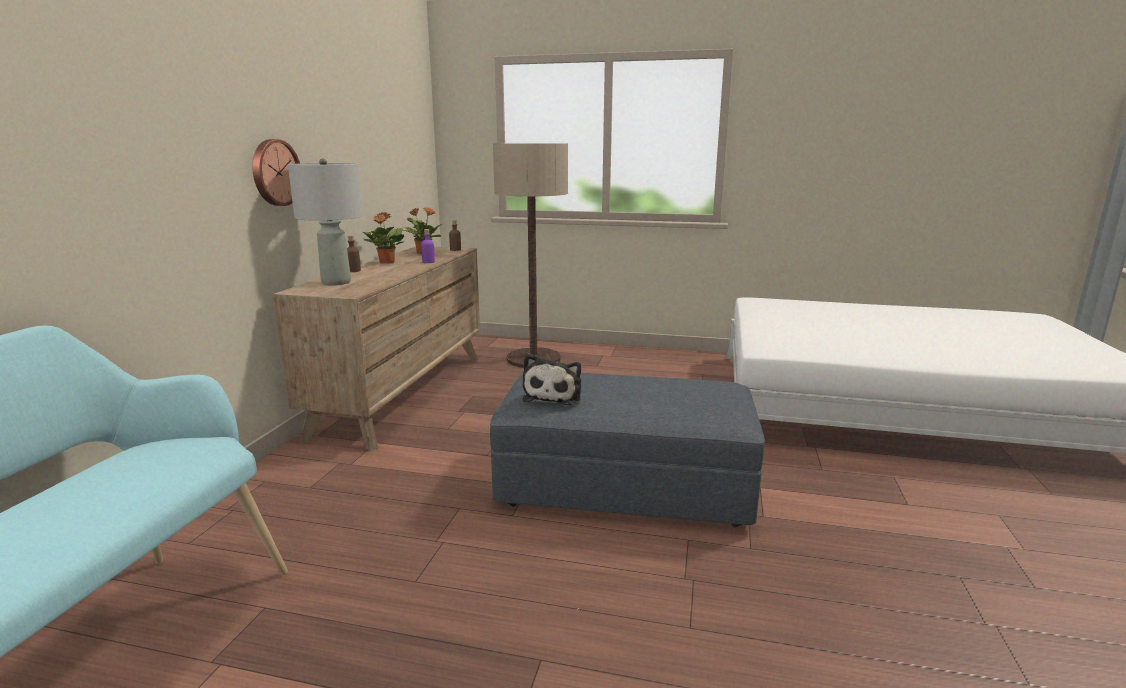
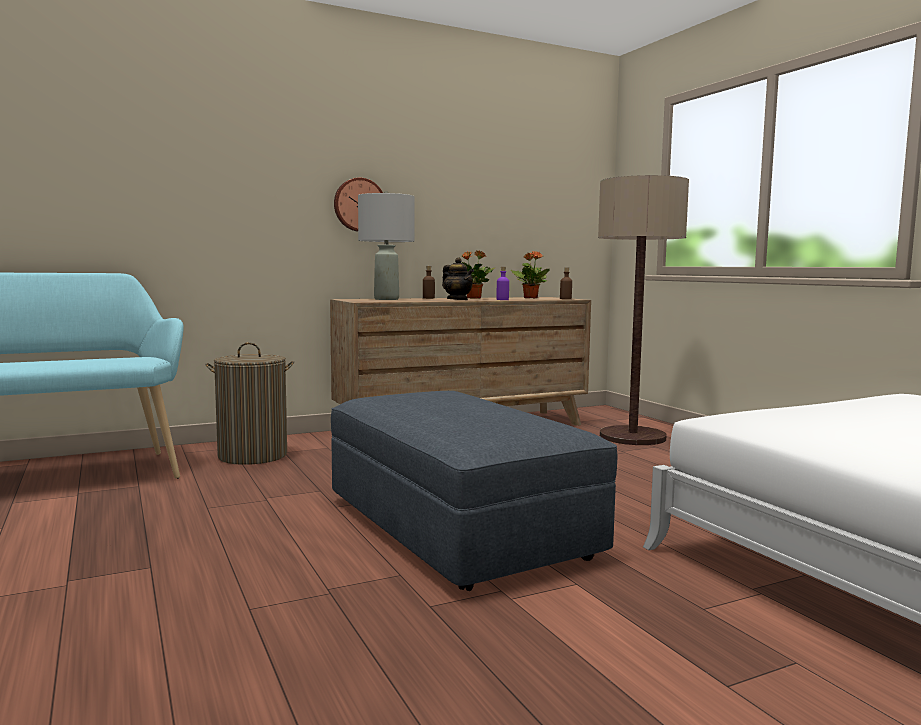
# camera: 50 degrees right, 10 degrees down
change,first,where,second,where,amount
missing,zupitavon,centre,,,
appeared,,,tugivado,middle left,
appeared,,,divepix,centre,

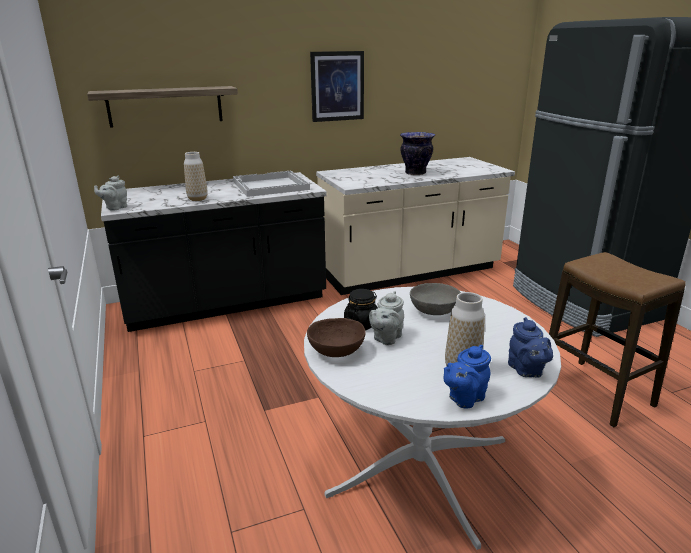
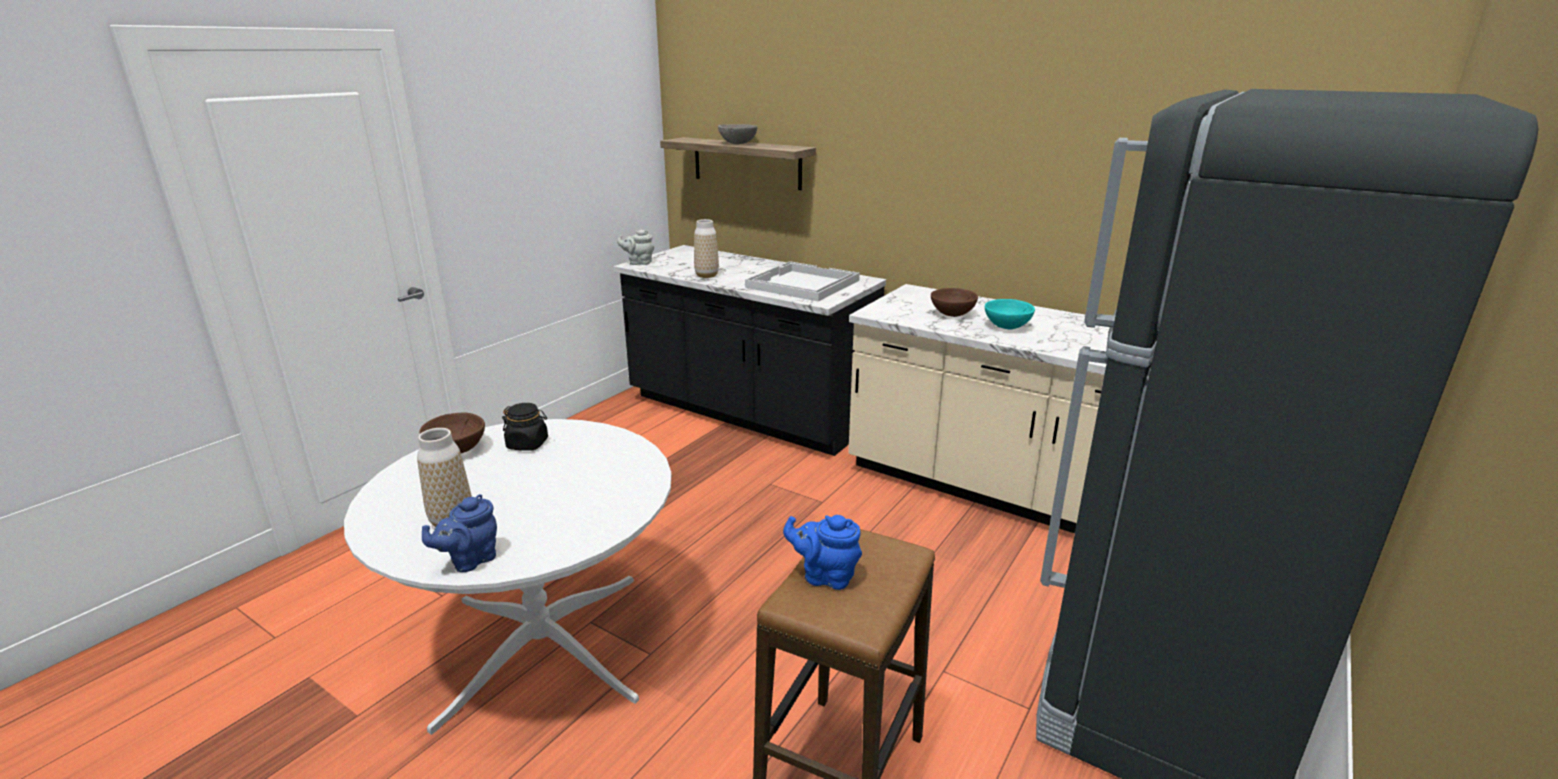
# camera: 55 degrees right, 0 degrees up
change,first,where,second,where,amount
missing,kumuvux,top centre,,,
missing,grey divepix (no. 2 from left),centre,,,
appeared,,,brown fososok (no. 2 from left),centre,
relocated,grey fososok,centre,,top centre,
relocated,blue divepix (no. 1 from left in the first image),bottom right,blue divepix (no. 2 from left),bottom centre,
exchanged,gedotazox (no. 2 from left),top centre,turquoise fososok,centre,

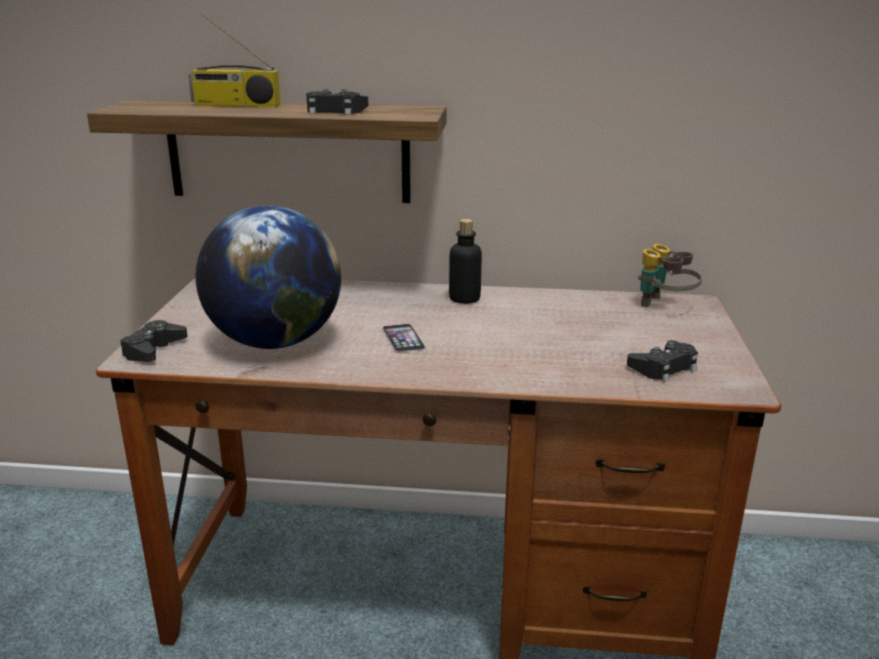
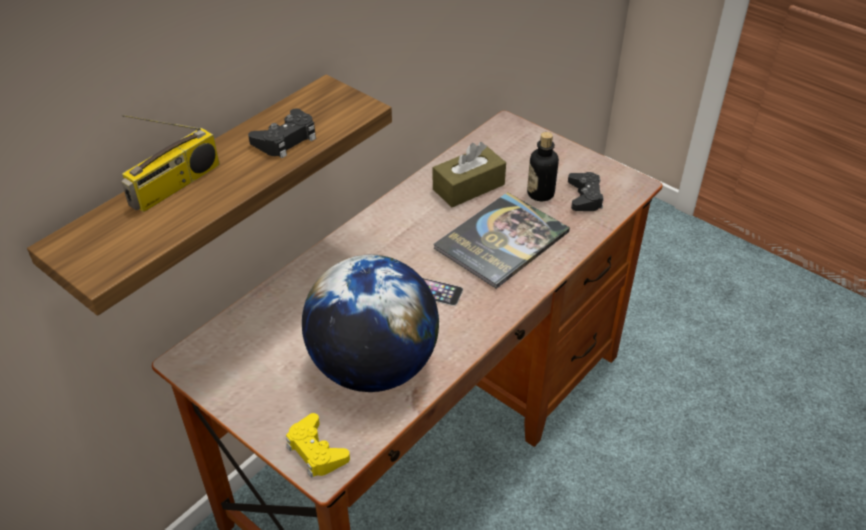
# camera: 55 degrees left, 20 degrees up
change,first,where,second,where,amount
missing,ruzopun,middle right,,,
appeared,,,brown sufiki,top centre,
appeared,,,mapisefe,centre,
relocated,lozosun,centre,,top centre,
colour,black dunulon (no. 1 from left),middle left,yellow dunulon,bottom centre,

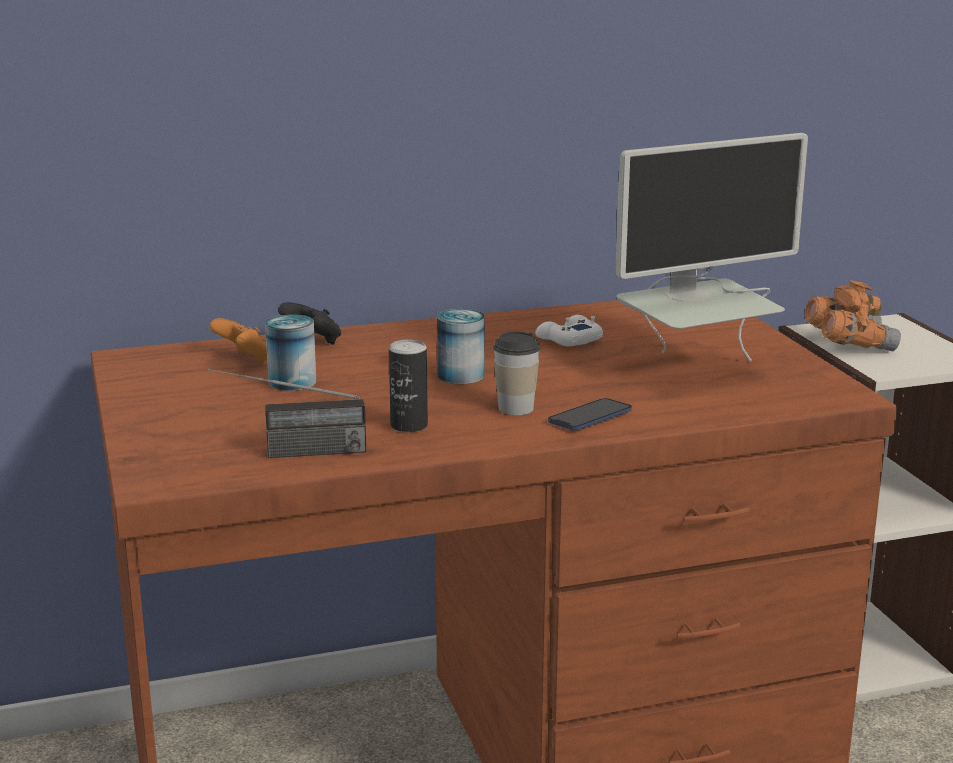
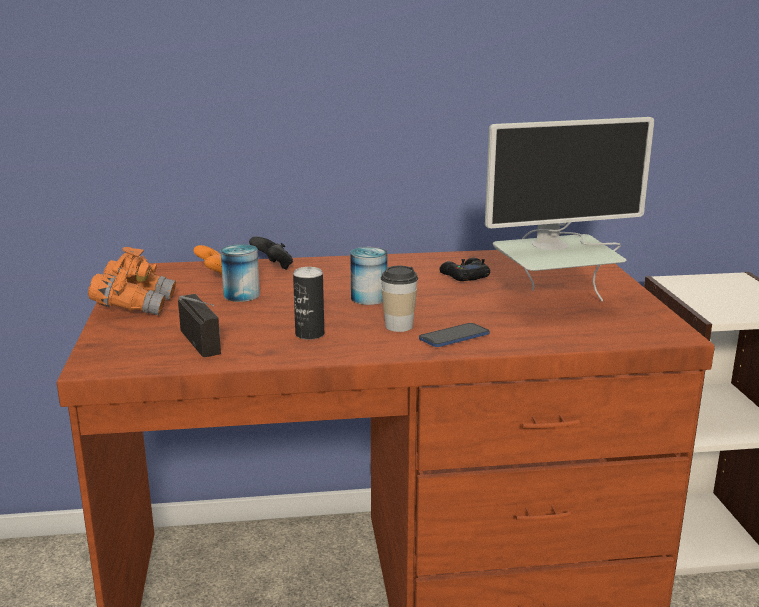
# camera: 10 degrees right, 0 degrees up
change,first,where,second,where,amount
relocated,orange ruzopun,middle right,,middle left,
colour,white dunulon,centre,black dunulon (no. 2 from left),centre,
spun,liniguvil,middle left,,middle left,120 degrees counterclockwise

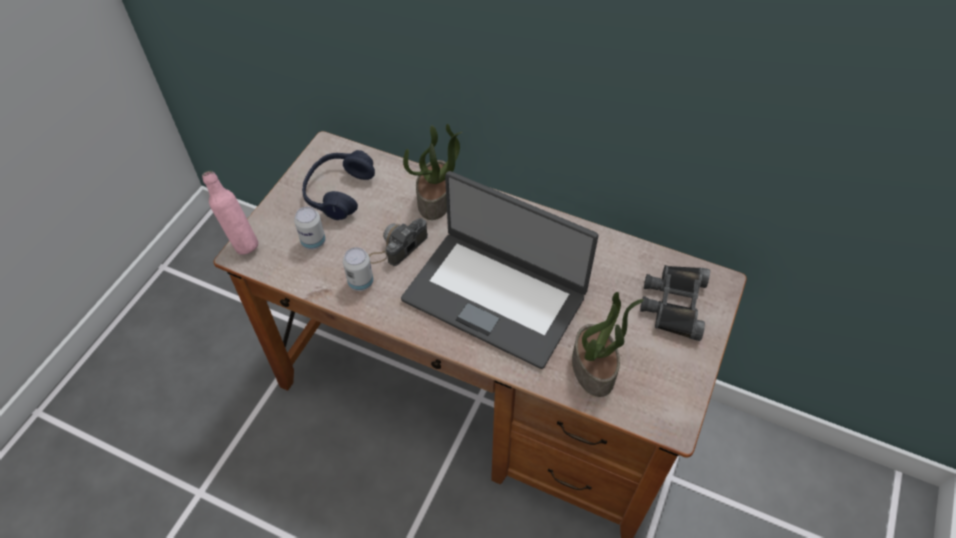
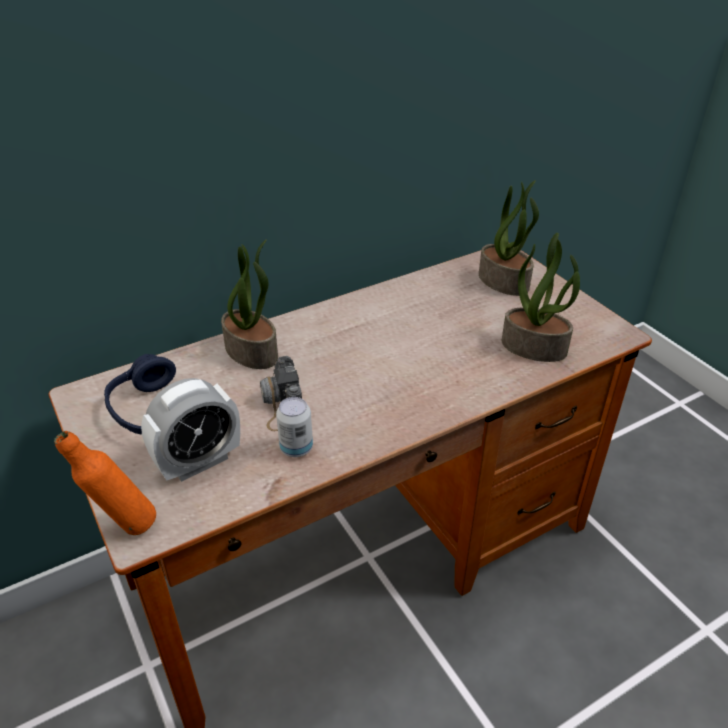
# camera: 55 degrees left, 15 degrees down
change,first,where,second,where,amount
missing,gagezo,centre,,,
exchanged,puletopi (no. 1 from left),middle left,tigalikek,middle left,
exchanged,black ruzopun,middle right,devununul (no. 2 from left),top right,
colour,pink lozosun,middle left,orange lozosun,middle left,

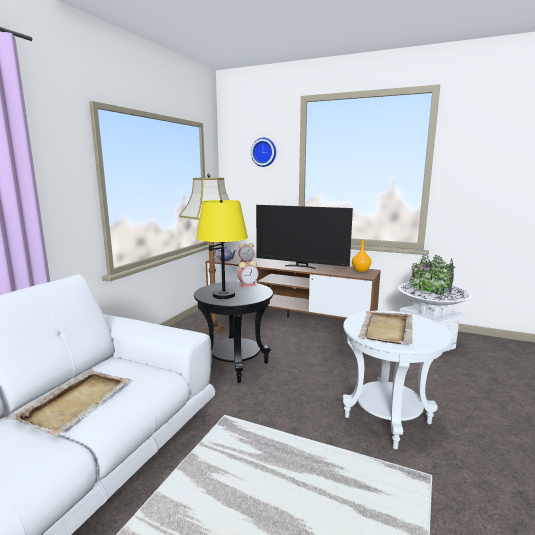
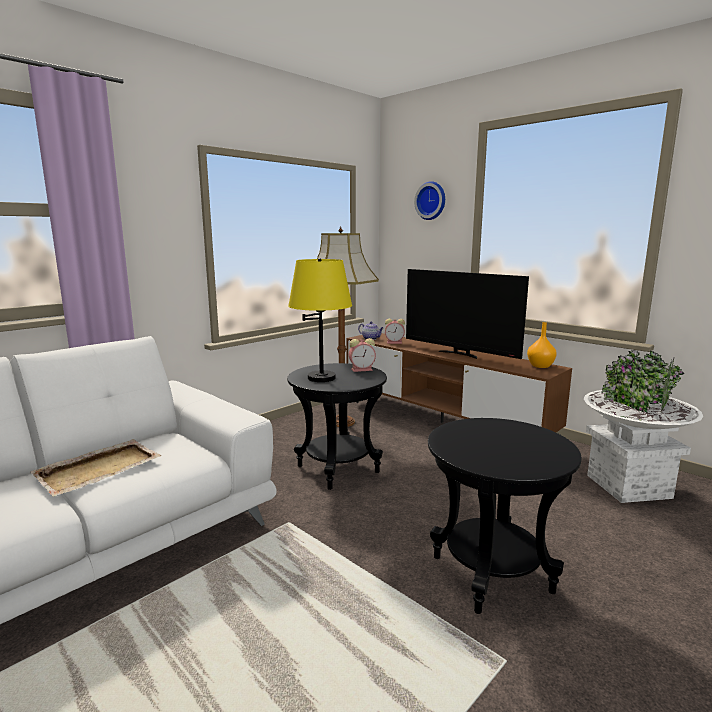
# camera: 20 degrees right, 0 degrees up
change,first,where,second,where,amount
missing,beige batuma (no. 2 from left),middle right,,,
colour,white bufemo,bottom right,black bufemo (no. 2 from left),bottom right,

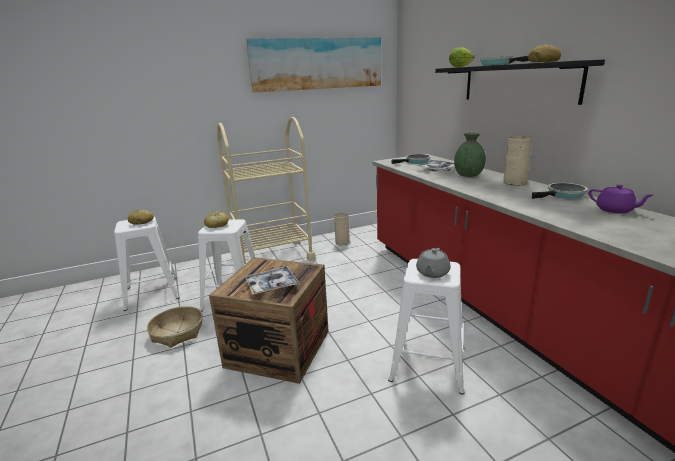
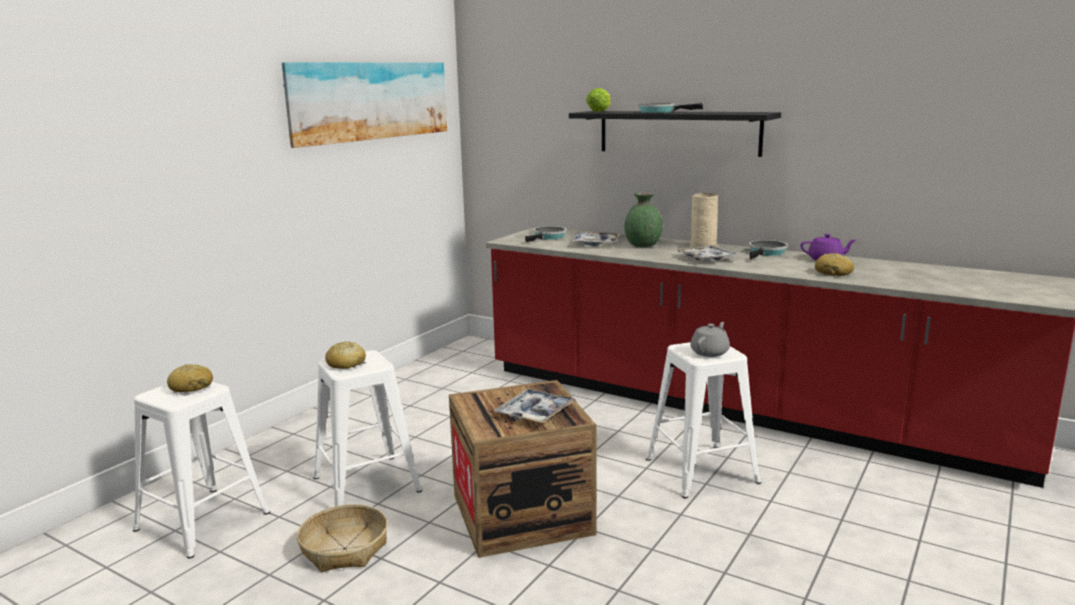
# camera: 35 degrees left, 5 degrees down
change,first,where,second,where,amount
missing,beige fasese,centre,,,
missing,beige gedotazox (no. 1 from left),centre,,,
appeared,,,batuma (no. 3 from left),centre,
relocated,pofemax (no. 3 from left),top right,,middle right,
spun,grey divepix,centre,,centre,135 degrees counterclockwise

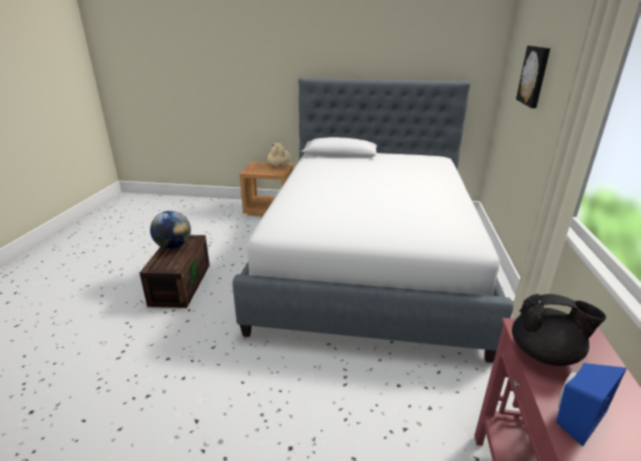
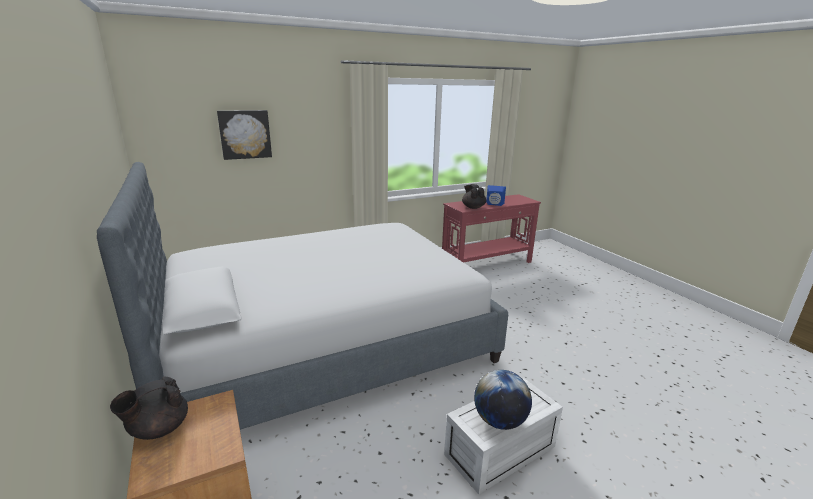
# camera: 125 degrees left, 5 degrees down
change,first,where,second,where,amount
colour,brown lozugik,middle left,white lozugik,bottom centre,
colour,beige divepix,centre,black divepix (no. 1 from left),bottom left,

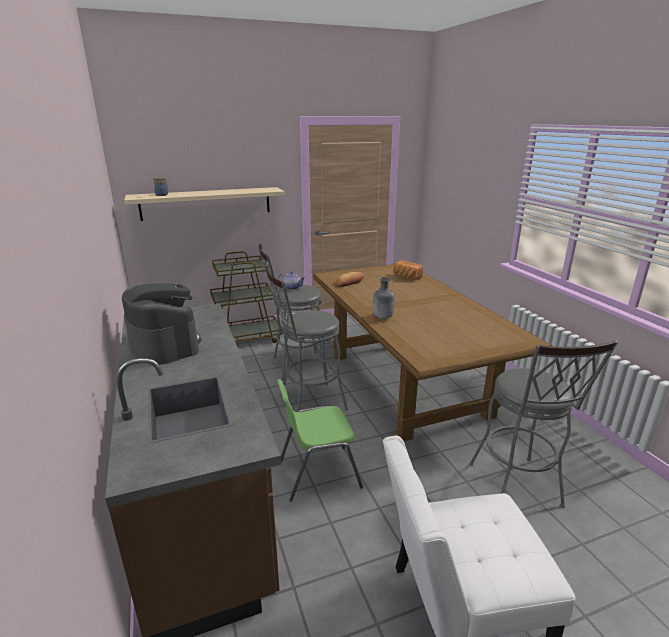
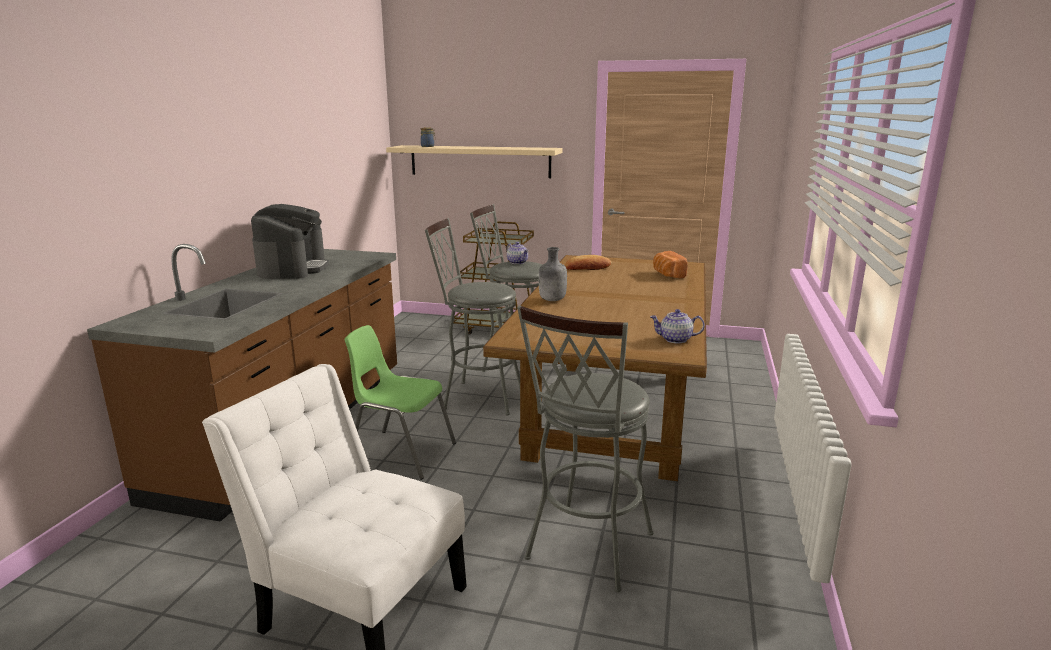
# camera: 35 degrees right, 5 degrees down
change,first,where,second,where,amount
appeared,,,divepix (no. 2 from left),centre,

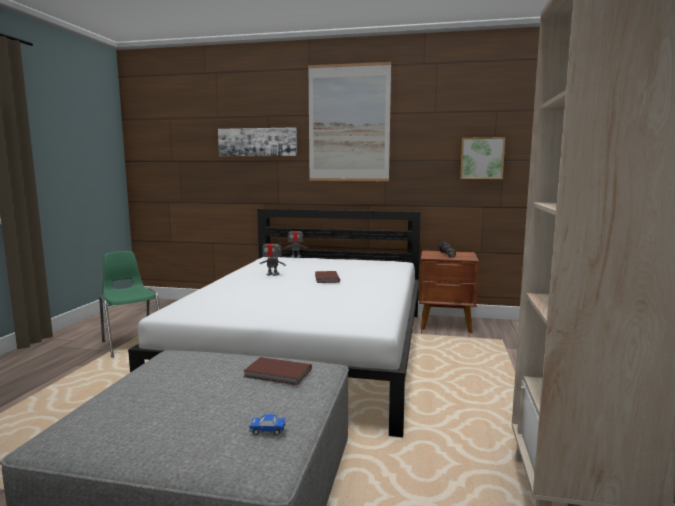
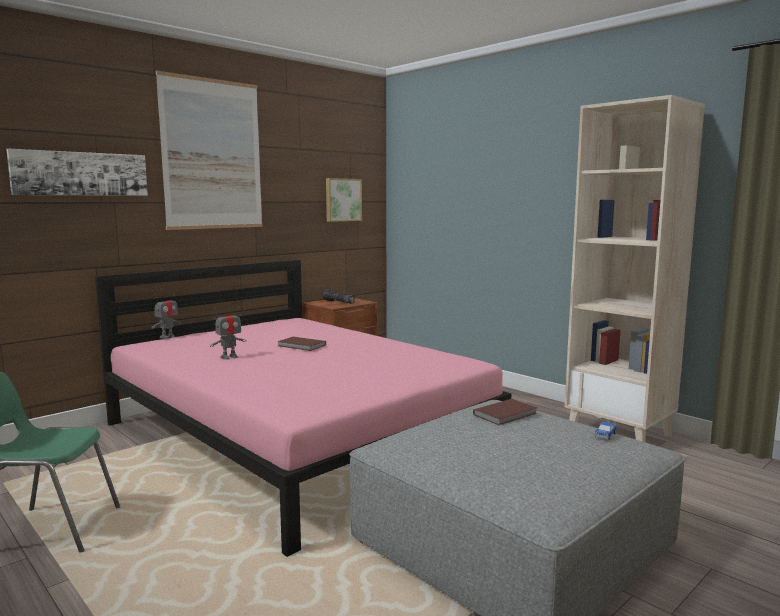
# camera: 55 degrees left, 0 degrees up
change,first,where,second,where,amount
colour,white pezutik,centre,pink pezutik,centre,

